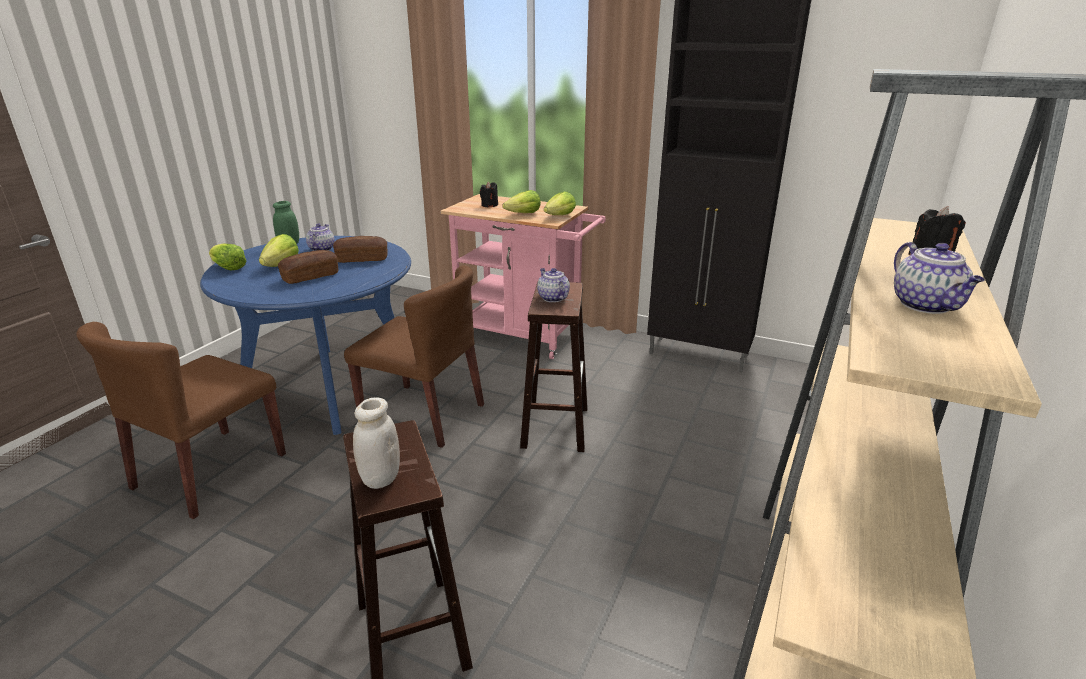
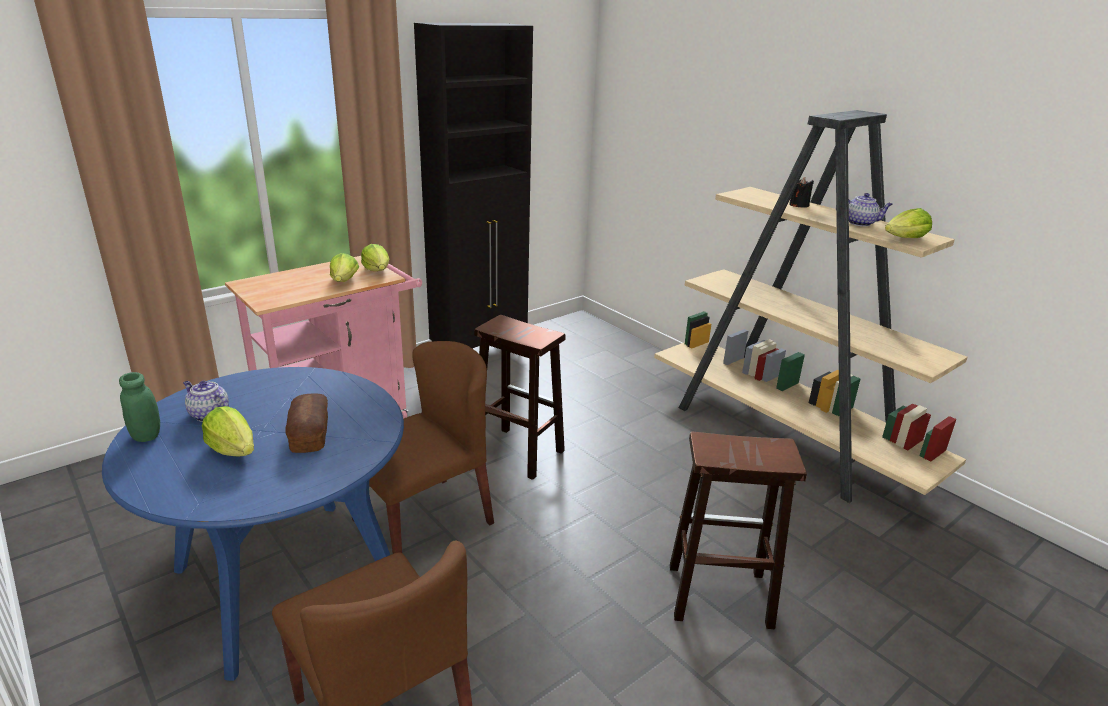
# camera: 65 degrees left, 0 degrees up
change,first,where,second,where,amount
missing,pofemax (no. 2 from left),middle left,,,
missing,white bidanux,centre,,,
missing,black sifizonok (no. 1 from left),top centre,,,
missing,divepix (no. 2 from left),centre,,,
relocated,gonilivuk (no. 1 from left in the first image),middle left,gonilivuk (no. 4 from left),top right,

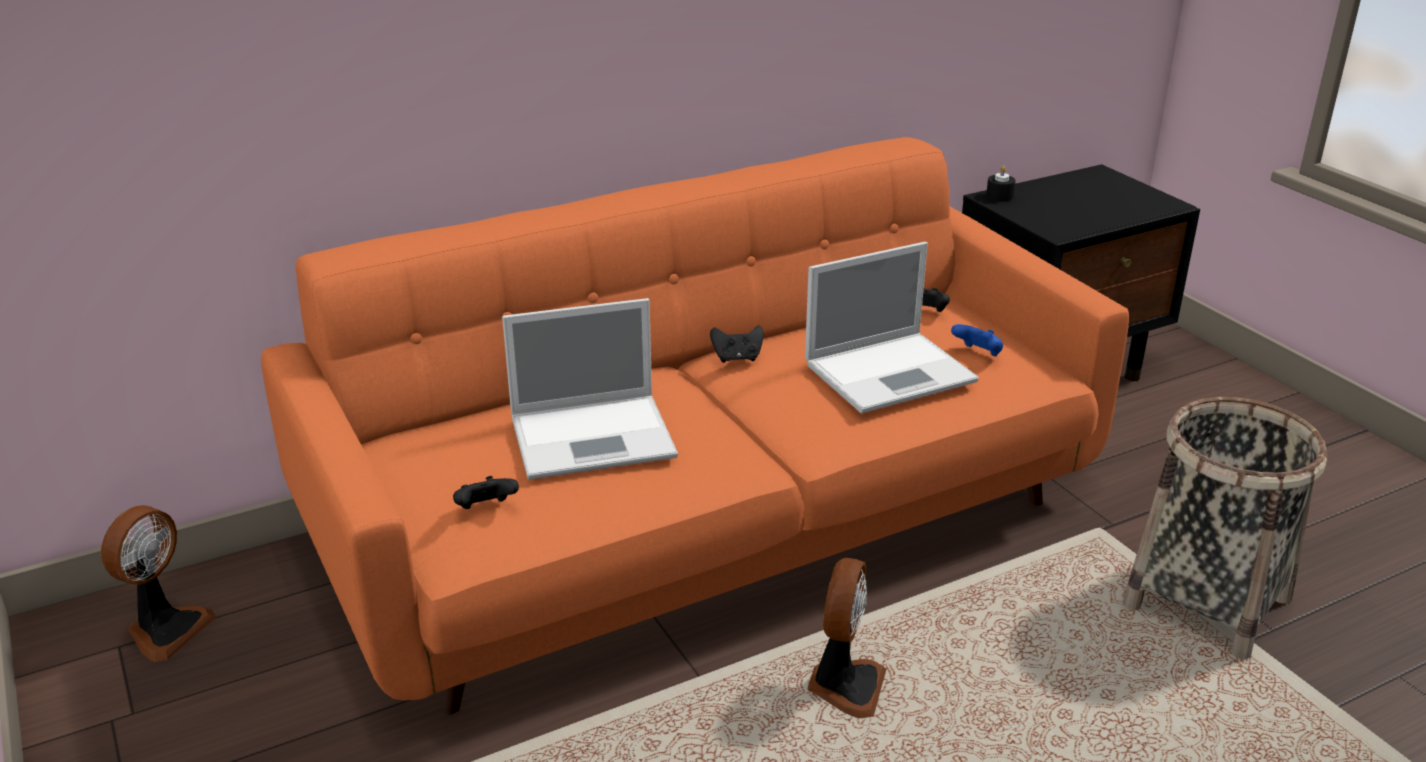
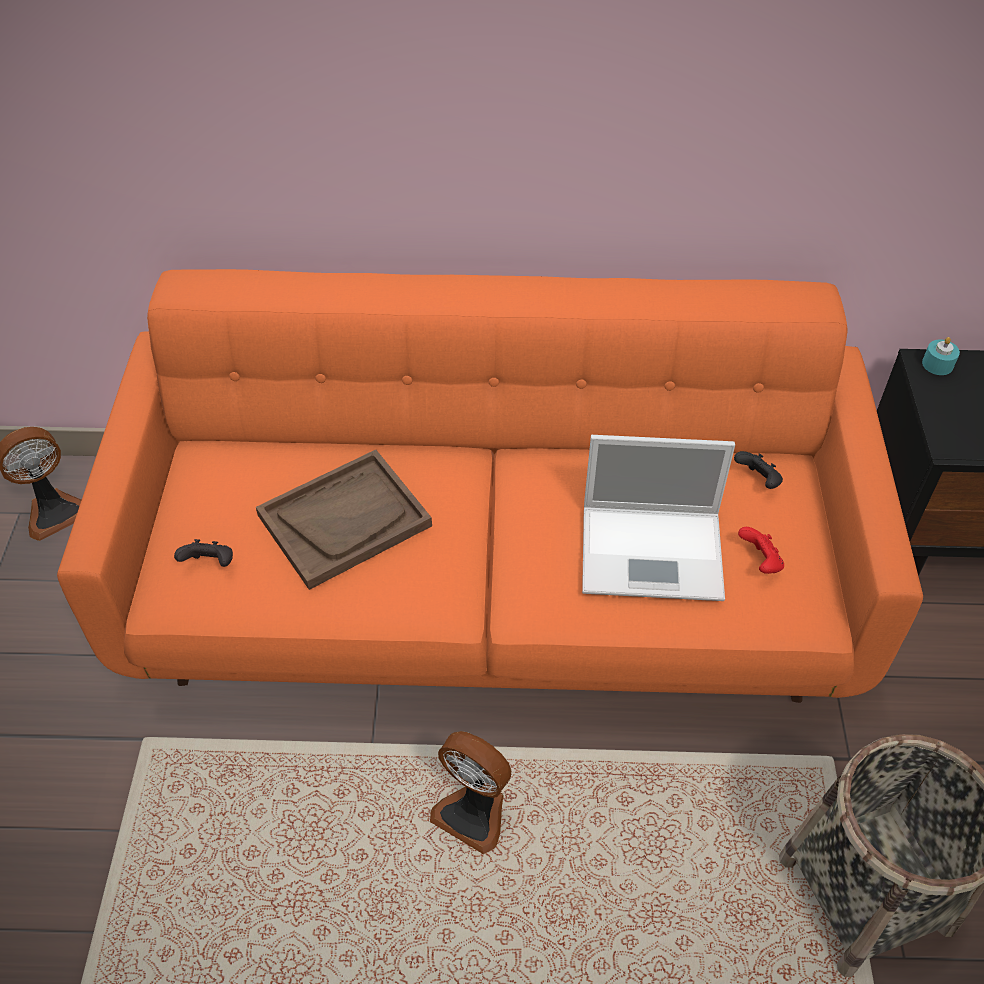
# camera: 30 degrees right, 20 degrees up
change,first,where,second,where,amount
missing,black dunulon (no. 2 from left),centre,,,
exchanged,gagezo (no. 1 from left),centre,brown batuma,centre,
colour,blue dunulon,middle right,red dunulon,middle right,
colour,black sifizonok,top right,turquoise sifizonok,middle right,
spun,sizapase (no. 2 from left),bottom centre,,bottom centre,75 degrees clockwise

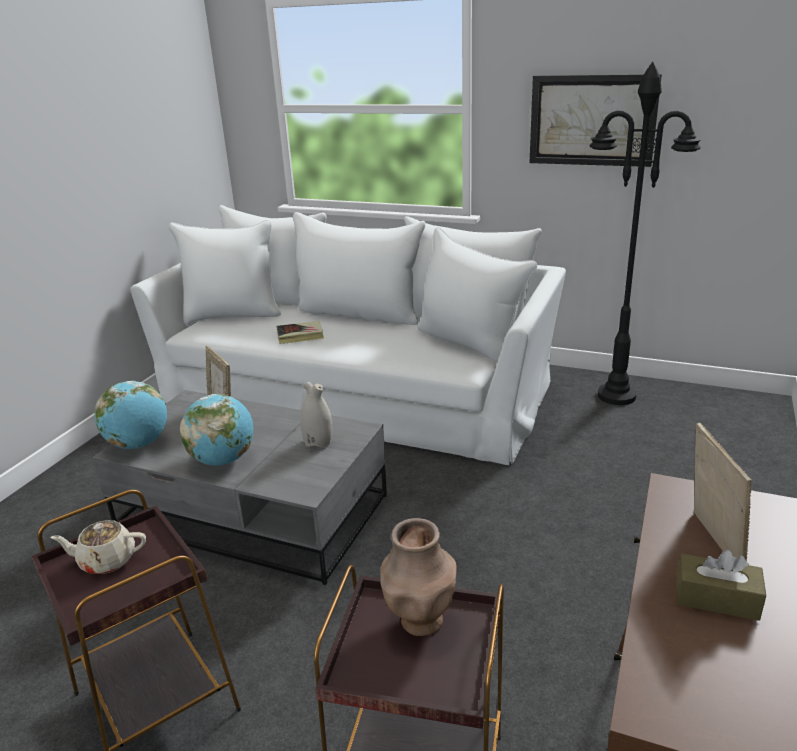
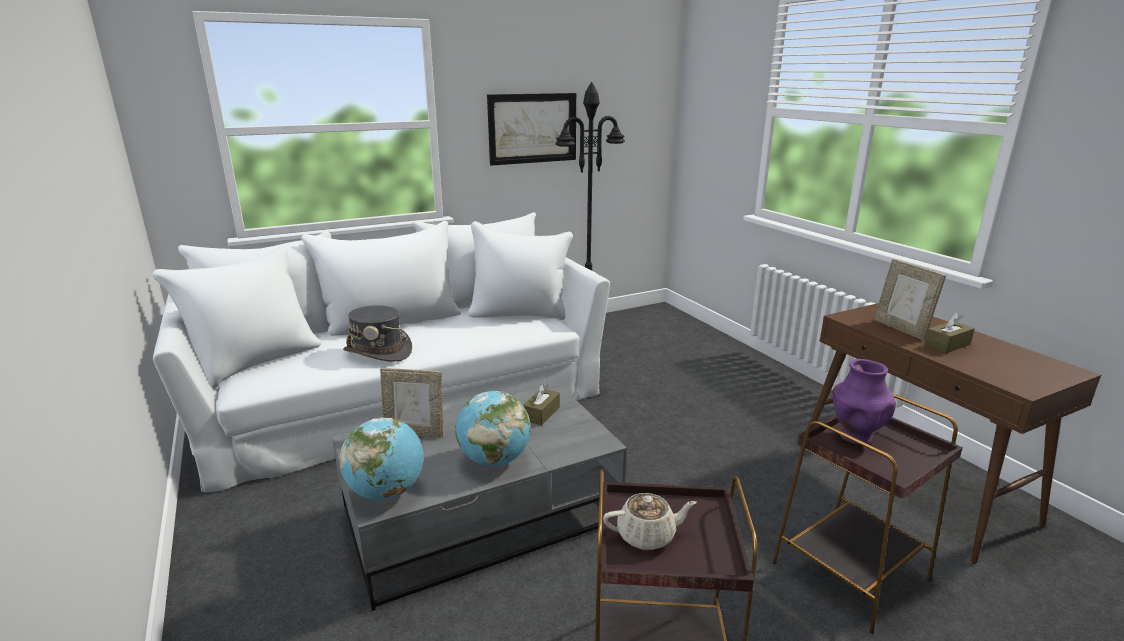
# camera: 50 degrees left, 5 degrees down
change,first,where,second,where,amount
exchanged,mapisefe,centre,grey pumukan,centre,
exchanged,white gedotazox,centre,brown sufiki (no. 1 from left),centre,
colour,brown gedotazox,bottom centre,purple gedotazox,middle right,
spun,beige divepix,bottom left,,bottom centre,135 degrees counterclockwise
spun,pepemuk (no. 2 from left),middle right,,middle right,150 degrees counterclockwise

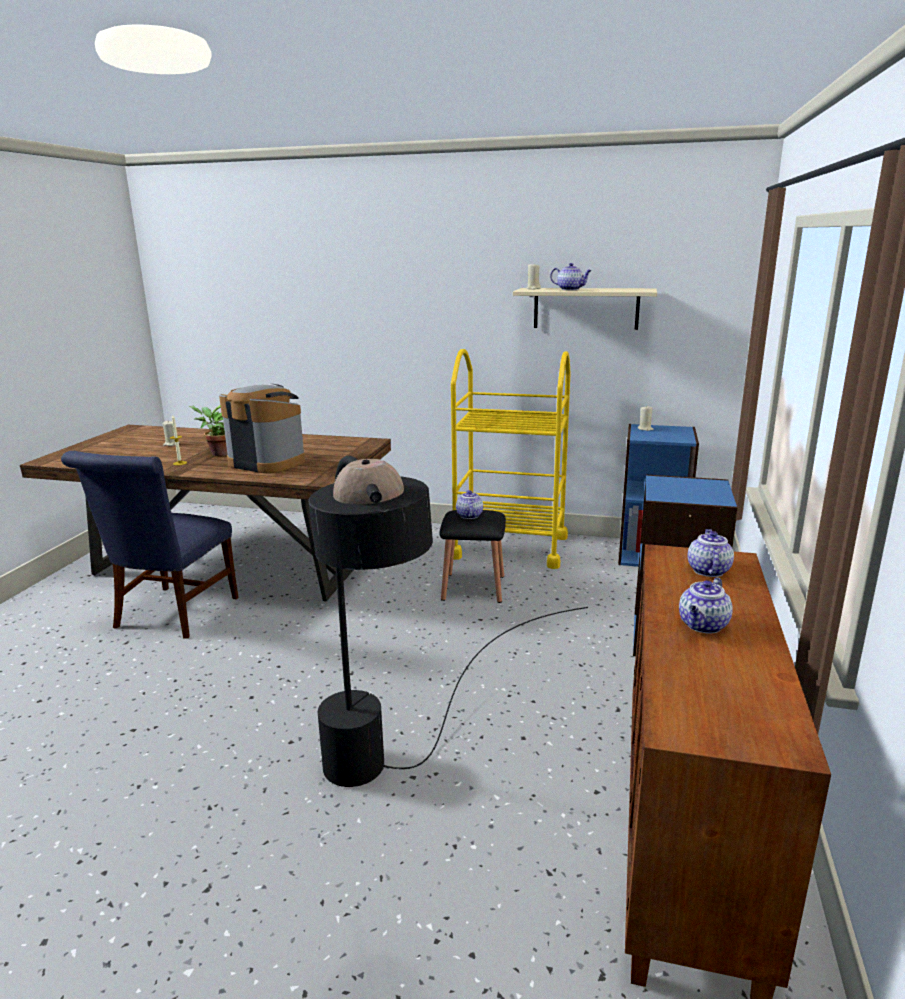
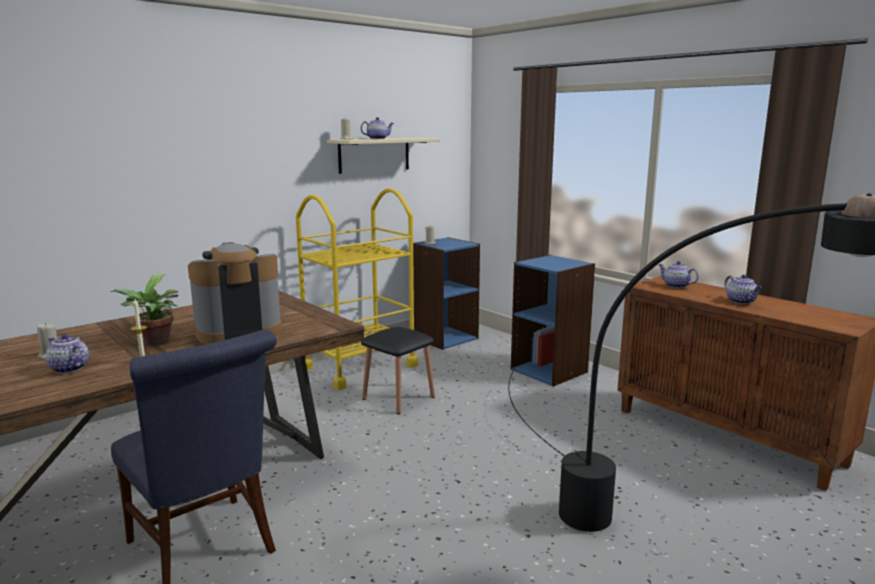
# camera: 55 degrees left, 5 degrees down
change,first,where,second,where,amount
relocated,divepix (no. 1 from left),centre,,middle left,

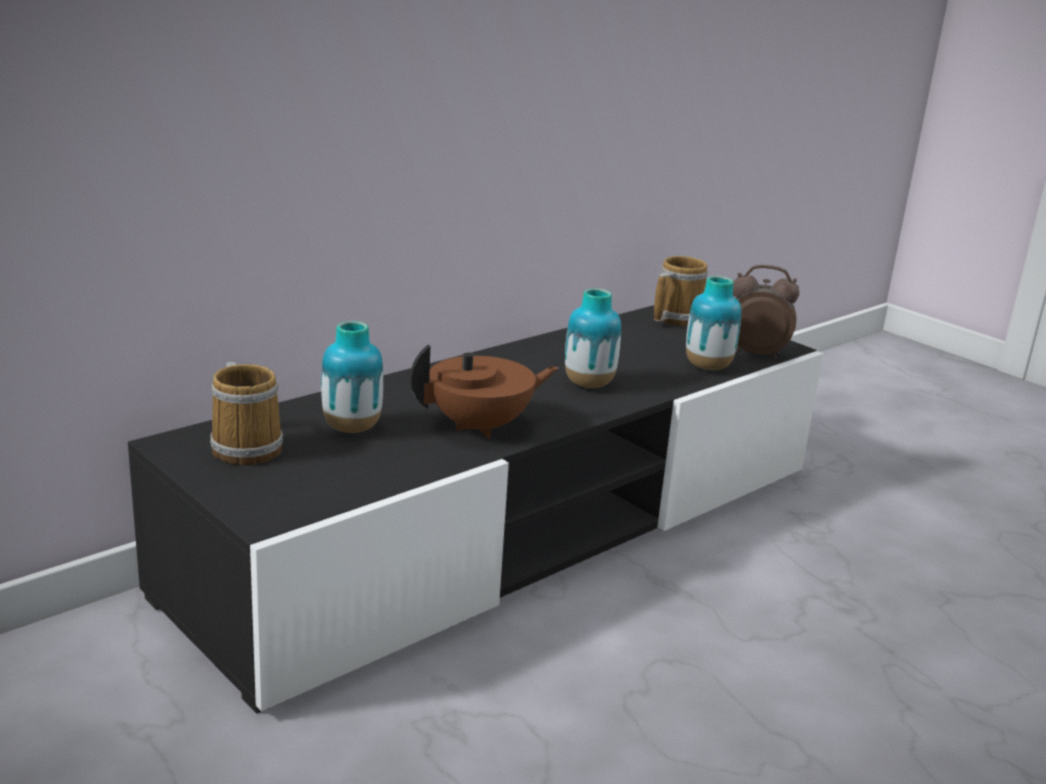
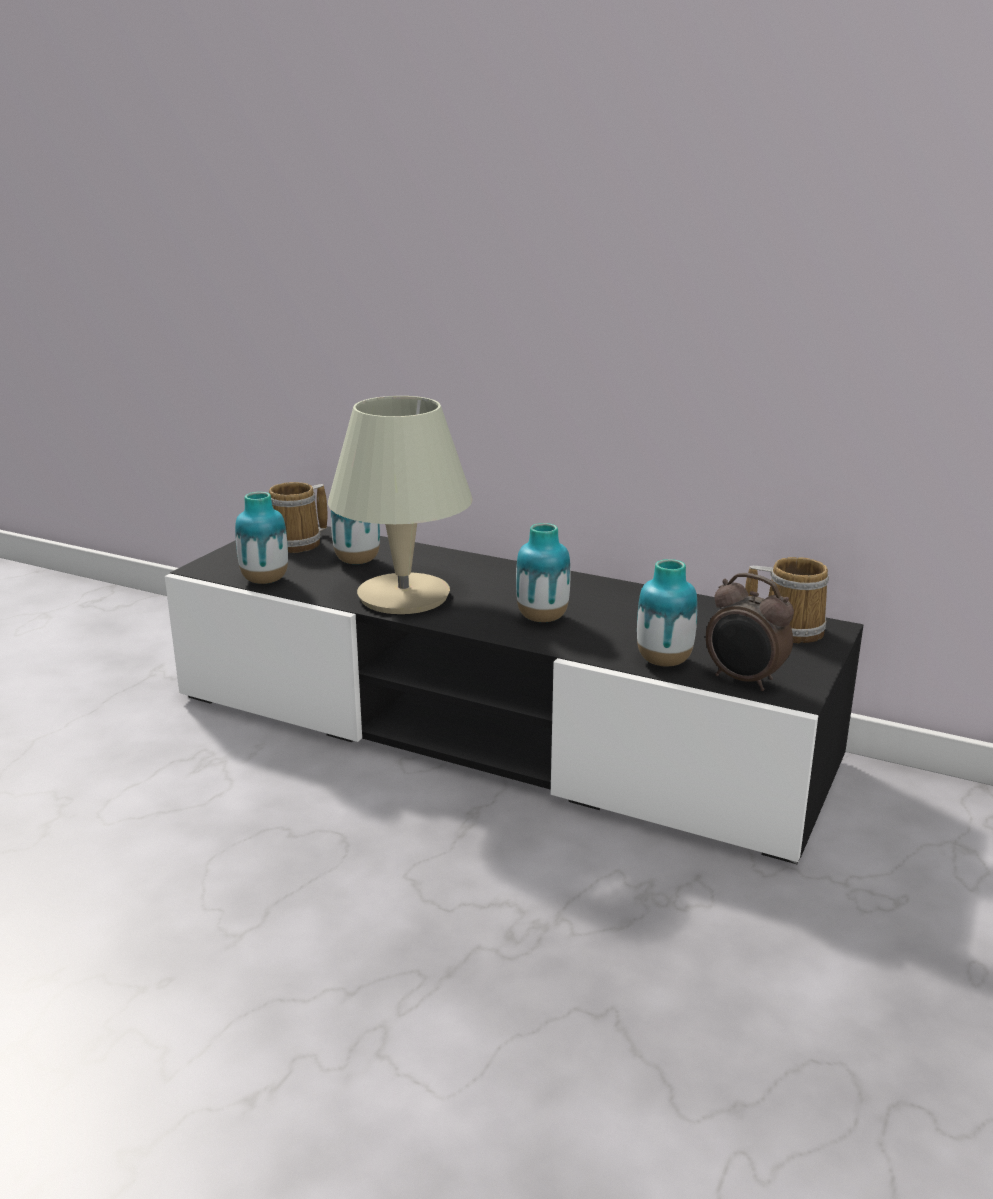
# camera: 70 degrees right, 0 degrees up
change,first,where,second,where,amount
appeared,,,gedotazox (no. 1 from left),middle left,
exchanged,brown divepix,centre,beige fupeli,centre,
spun,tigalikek,middle right,,middle right,135 degrees clockwise

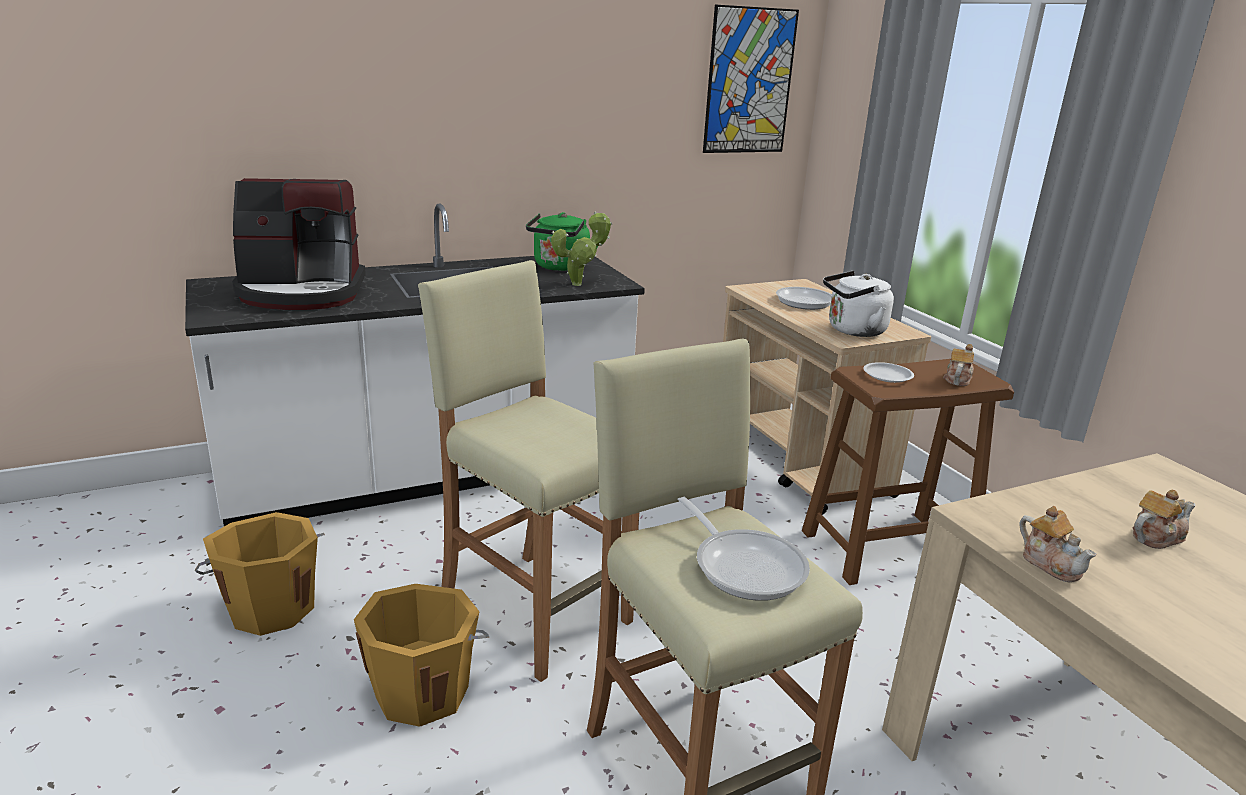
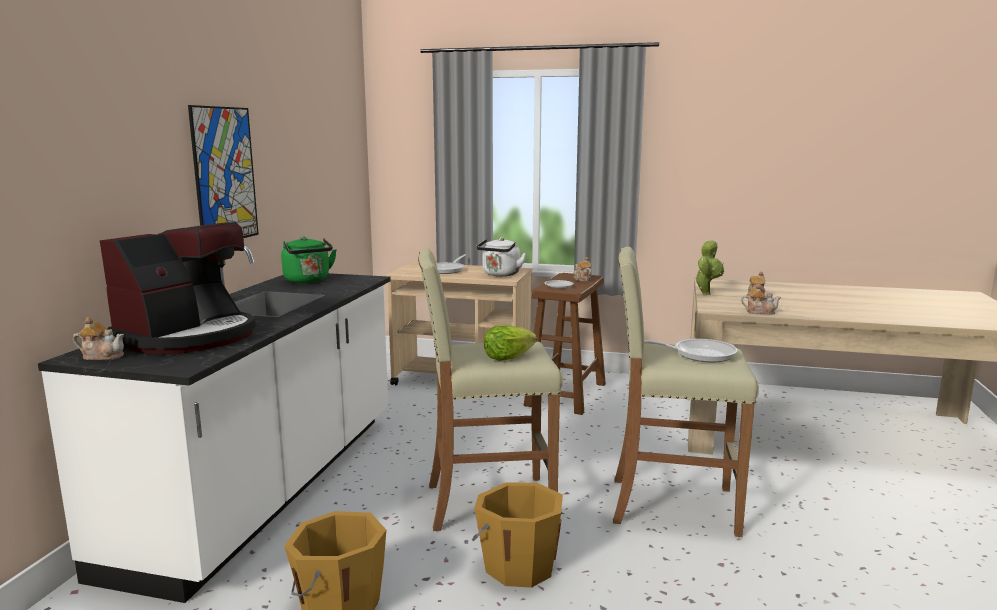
# camera: 50 degrees left, 10 degrees down
change,first,where,second,where,amount
appeared,,,divepix (no. 1 from left),middle left,
appeared,,,gonilivuk,centre,
relocated,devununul,top centre,,middle right,
relocated,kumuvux,top centre,,top left,

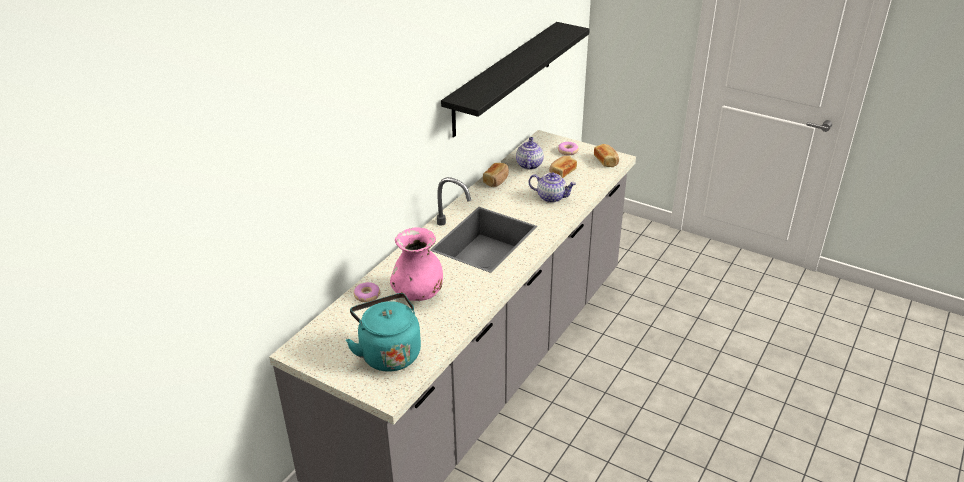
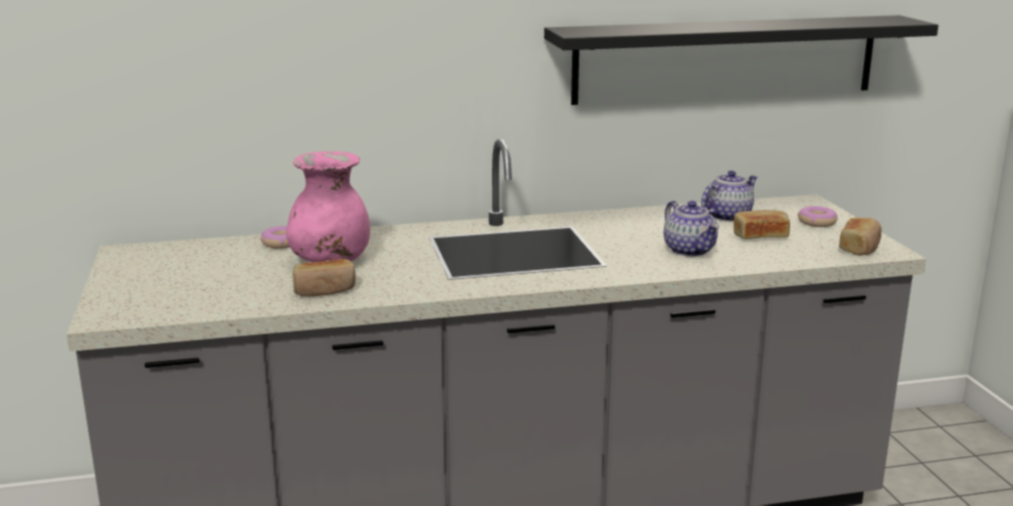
# camera: 45 degrees right, 15 degrees down
change,first,where,second,where,amount
missing,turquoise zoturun,bottom centre,,,
relocated,pofemax (no. 1 from left),centre,,middle left,

